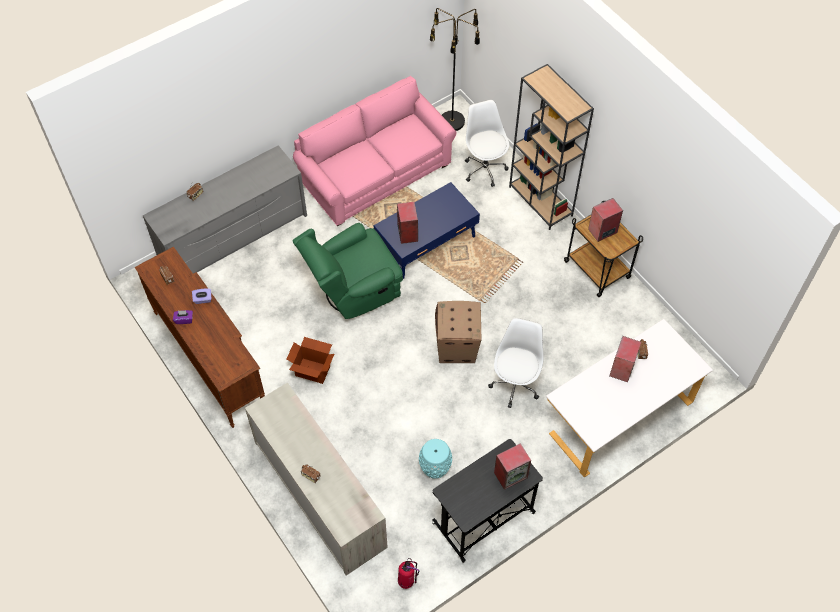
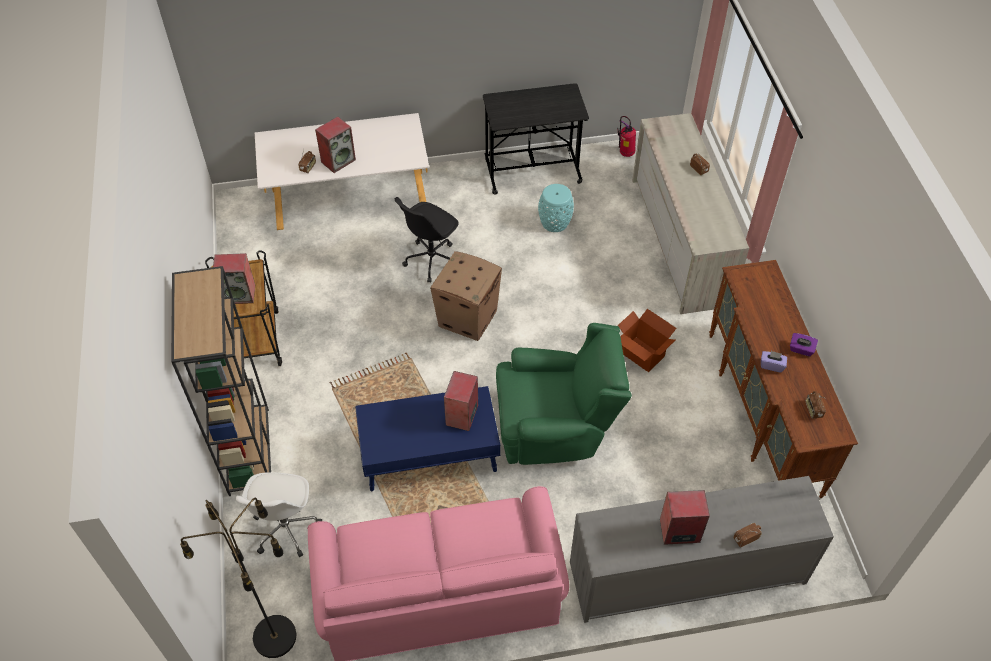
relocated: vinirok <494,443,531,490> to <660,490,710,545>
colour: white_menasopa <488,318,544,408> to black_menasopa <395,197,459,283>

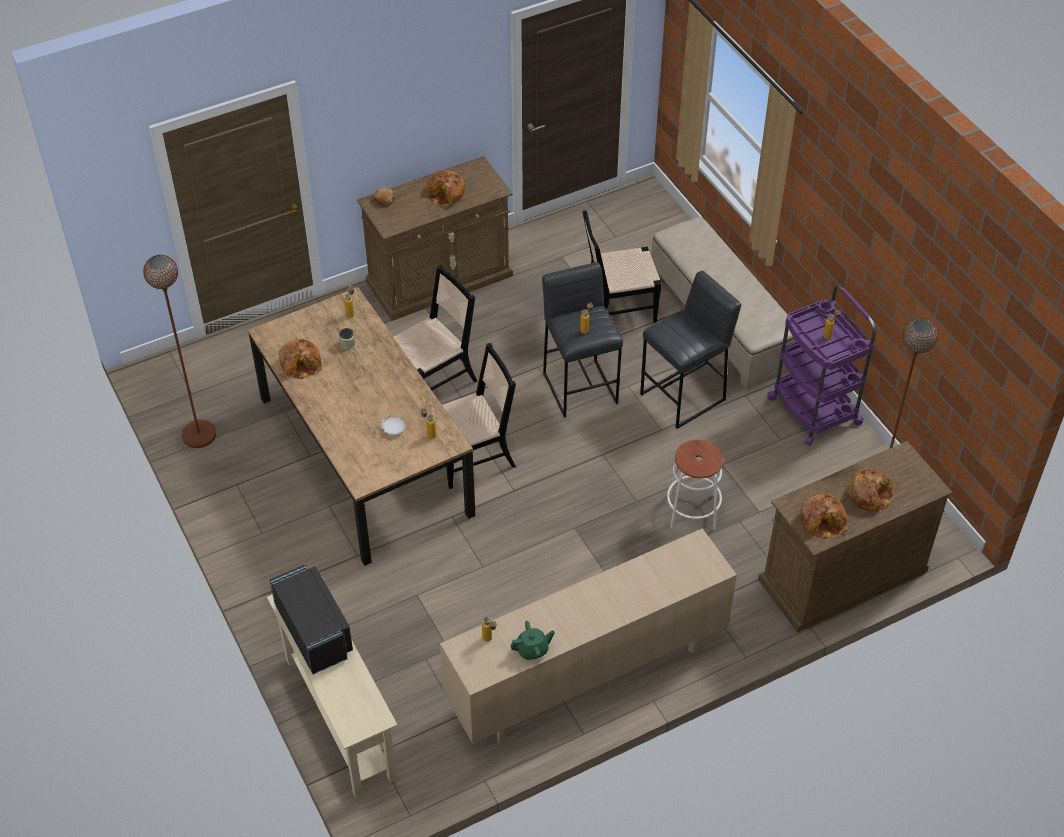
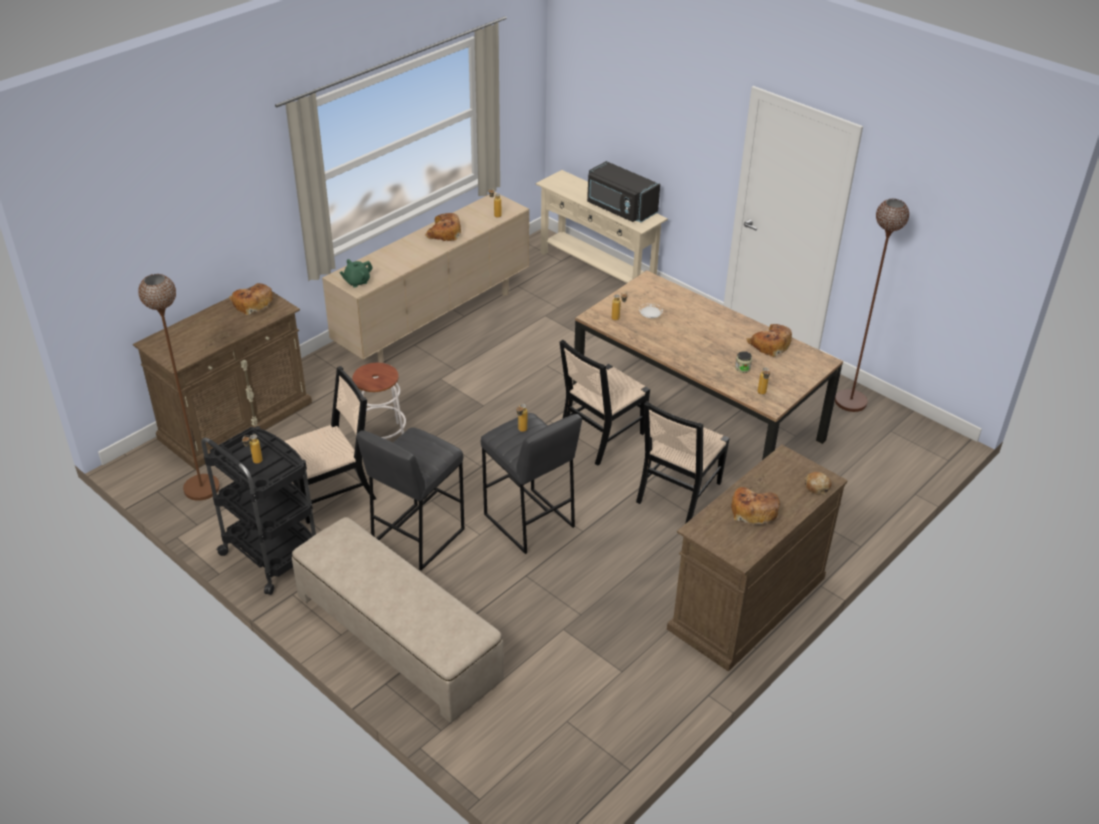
relocated: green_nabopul <511,621,555,660> to <339,259,373,288>; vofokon <582,210,661,323> to <284,366,376,524>; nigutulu <849,469,896,511> to <425,213,461,241>
colour: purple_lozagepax <767,285,876,446> to black_lozagepax <201,426,316,595>

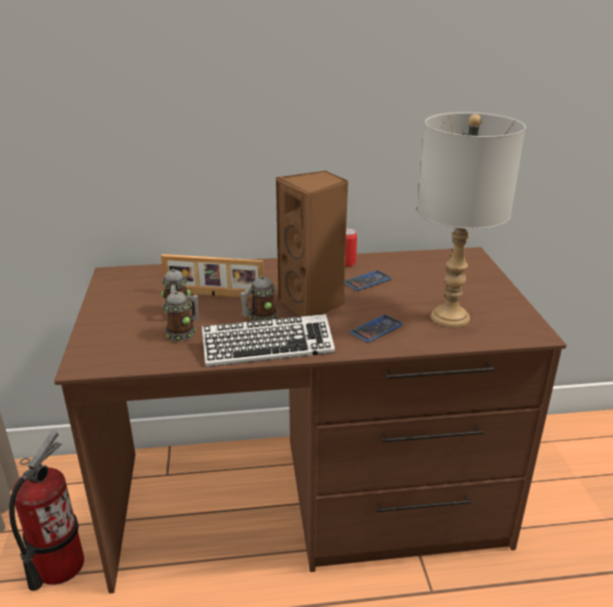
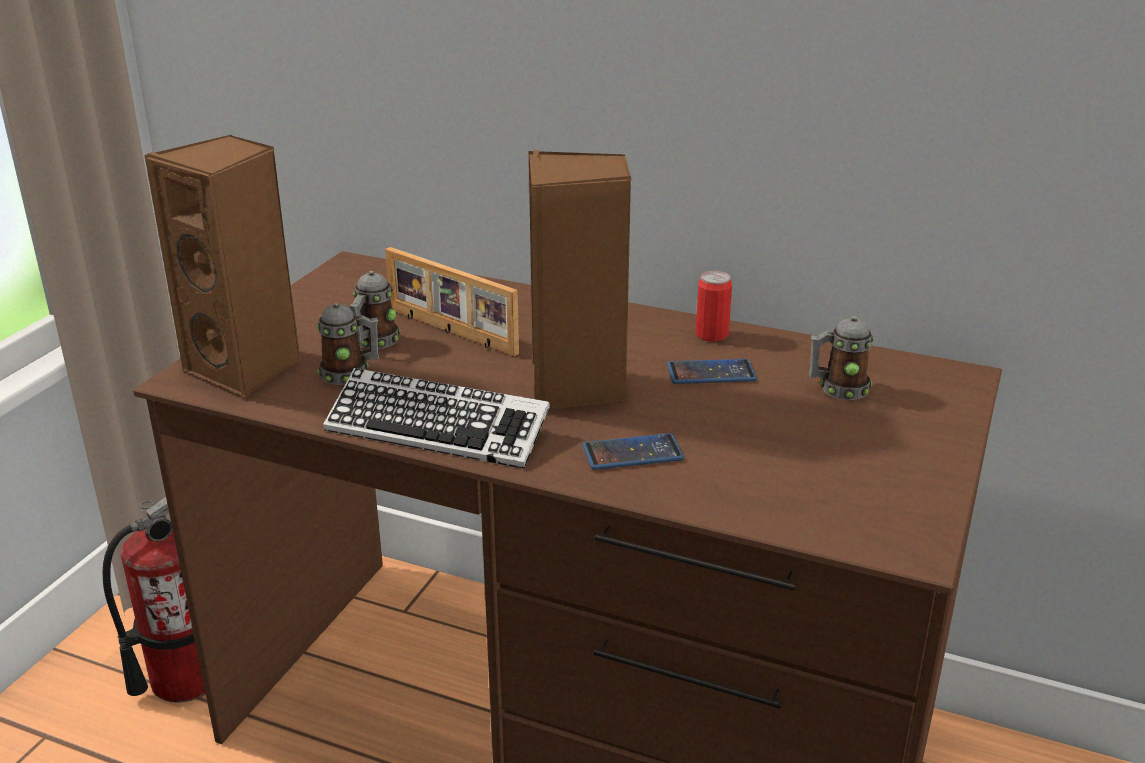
missing: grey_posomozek <417,112,526,328>
appeared: brown_vinirok <144,135,301,398>
relocated: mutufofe <240,276,278,321> to <809,316,874,400>

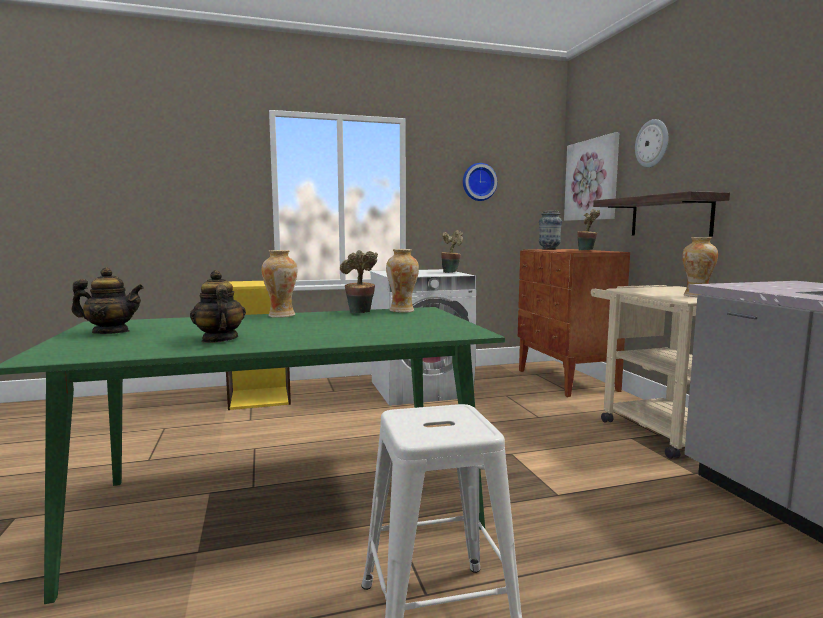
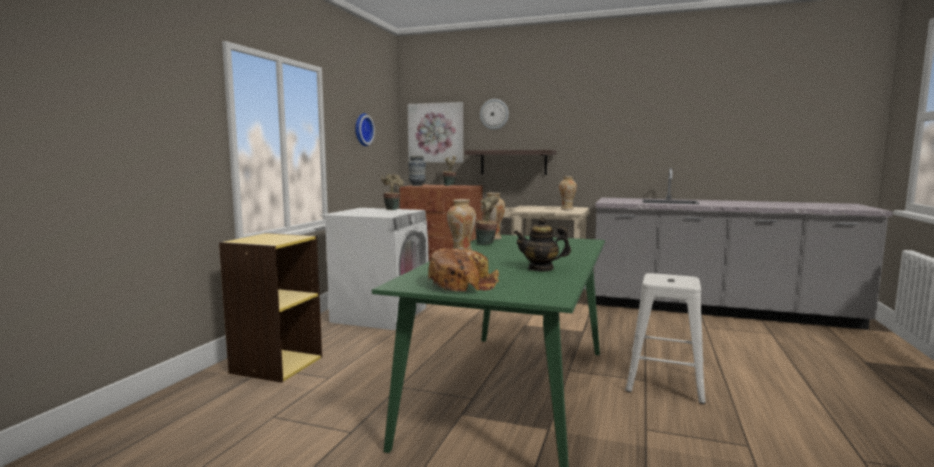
exchanged: nabopul <71,268,144,334> to nigutulu <428,248,499,291>

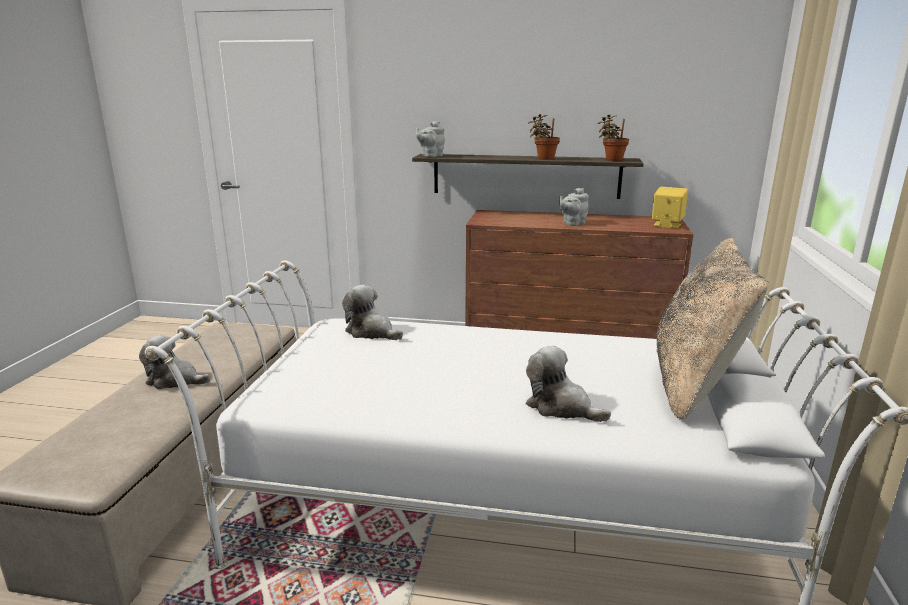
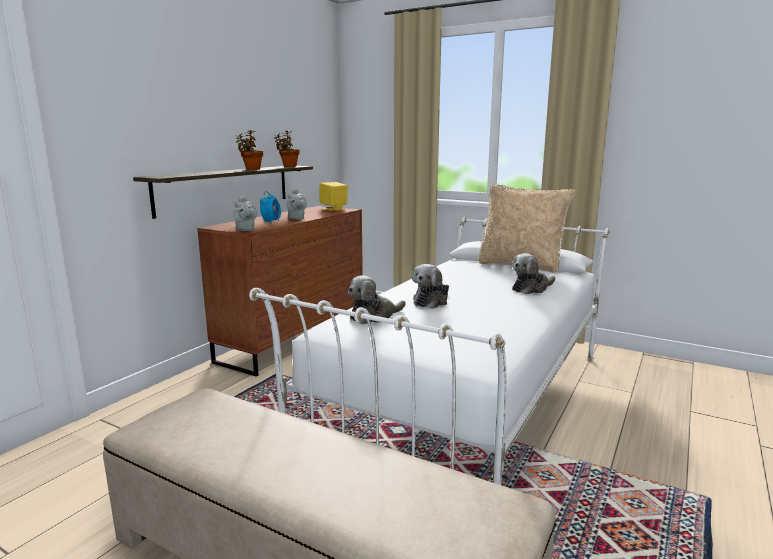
appeared: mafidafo <260,191,281,224>
relocated: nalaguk <139,335,210,389> to <412,264,449,309>; grey_nabopul <416,121,445,157> to <233,196,257,231>

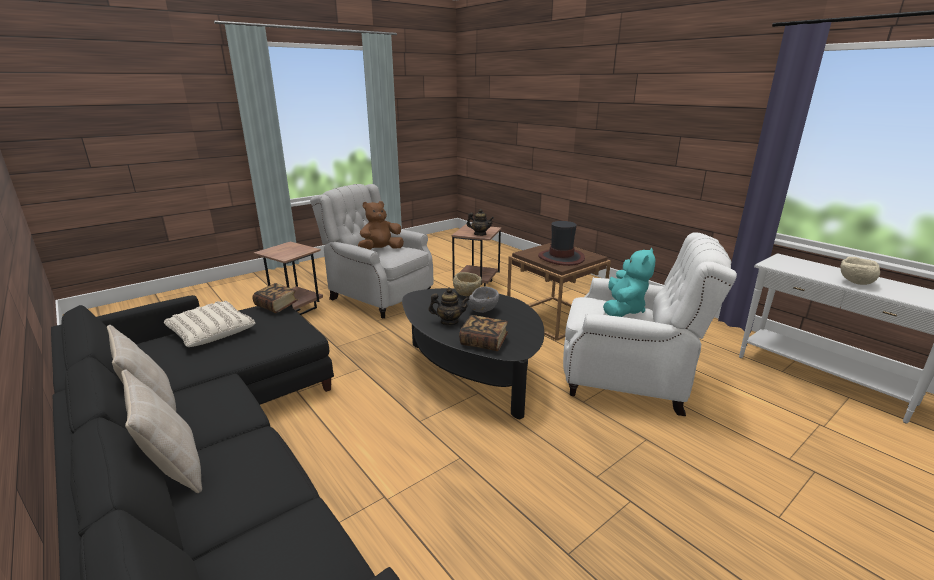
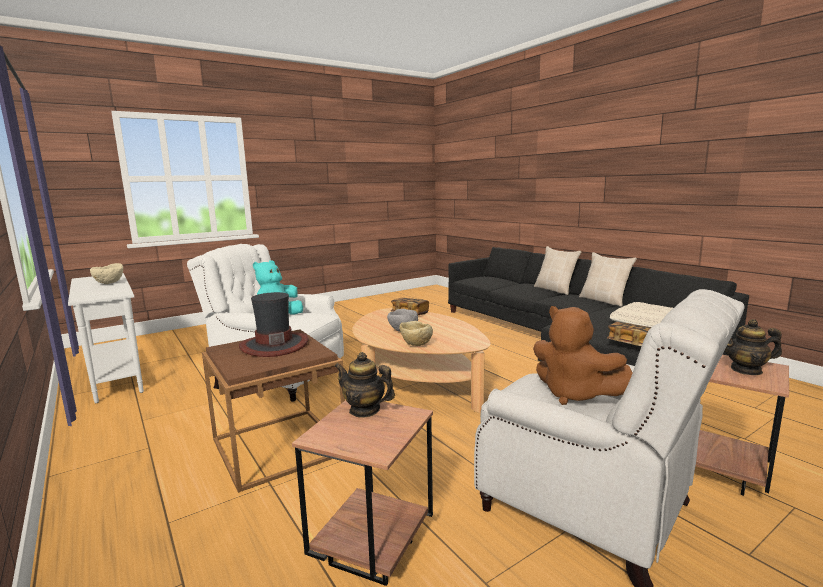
relocated: nabopul <429,288,470,325> to <724,319,782,375>
colour: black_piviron <402,288,544,419> to beige_piviron <352,308,491,413>
spun: brown_nalaguk <358,201,404,250> = <533,306,632,405> 75 degrees clockwise

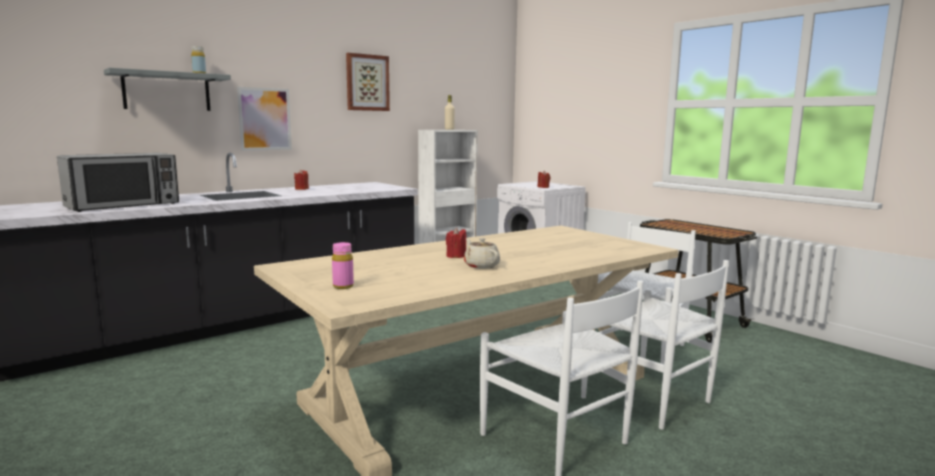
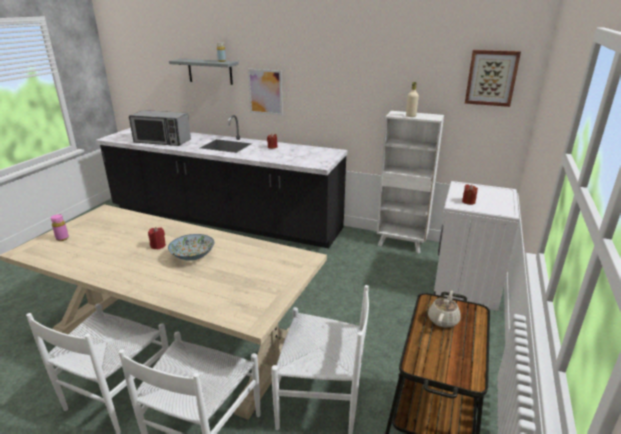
appeared: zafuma <168,234,214,261>
relocated: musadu <346,53,390,111> to <465,50,521,107>; beige_nabopul <464,238,500,269> to <428,291,460,328>

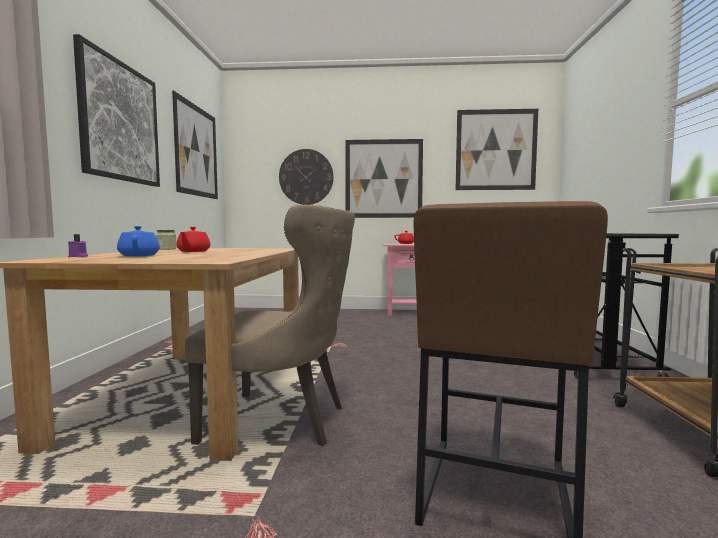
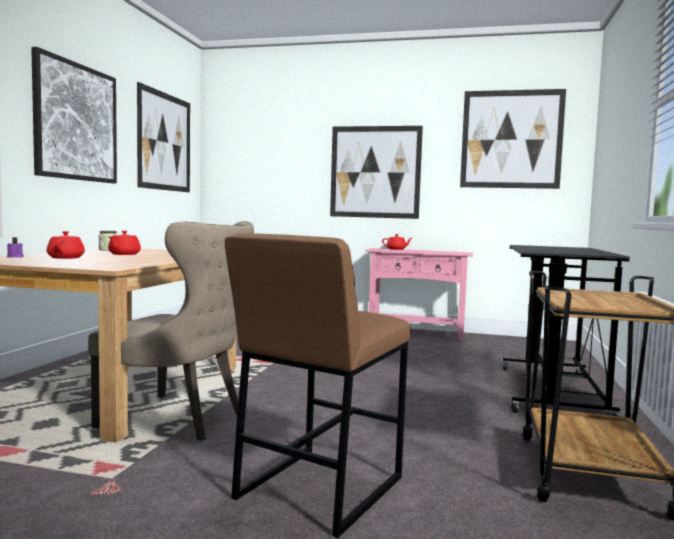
missing: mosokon <279,149,334,205>
colour: blue_nabopul <117,226,160,256> to red_nabopul <47,231,85,259>

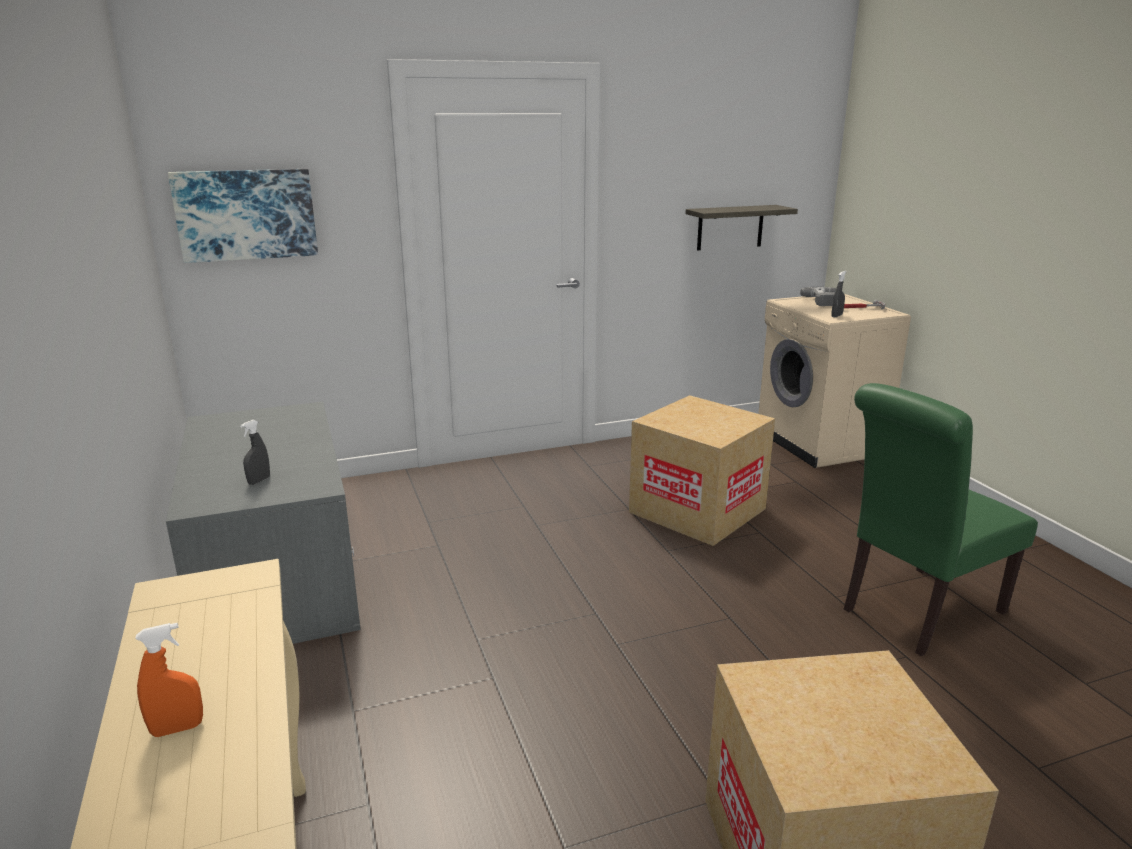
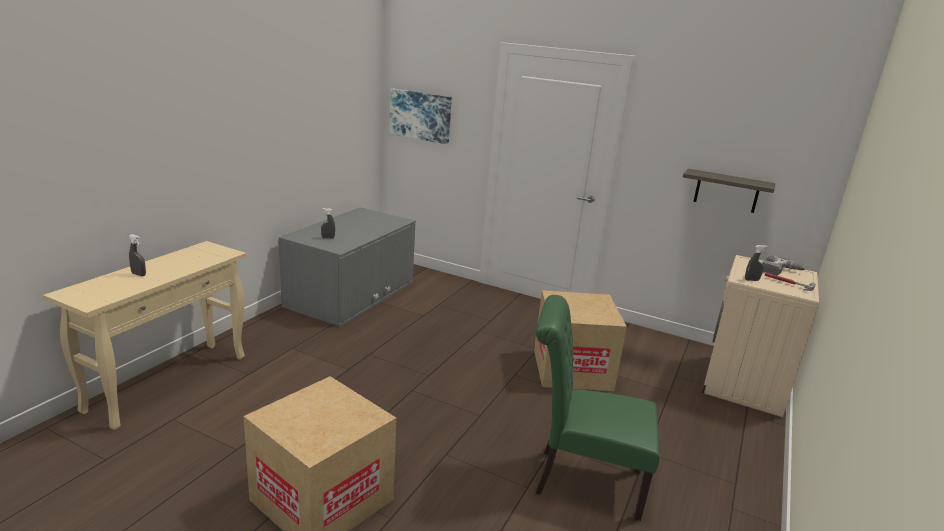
colour: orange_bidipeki <135,623,203,737> to grey_bidipeki <129,234,146,276>

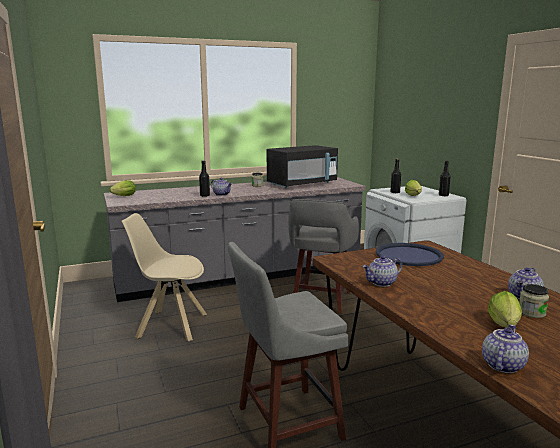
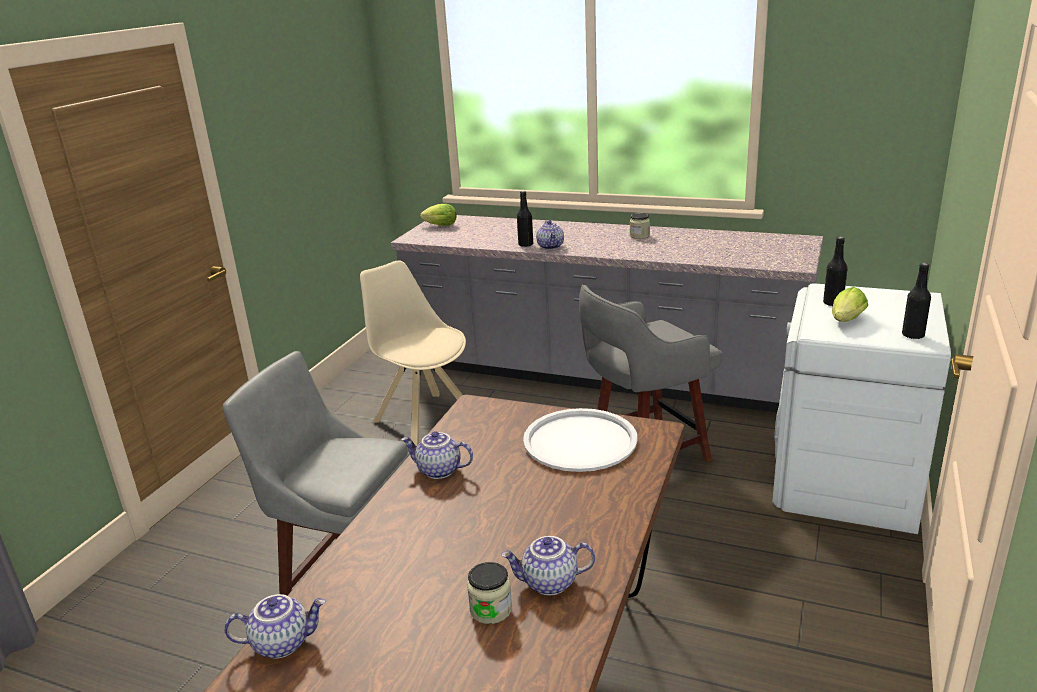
missing: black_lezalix <267,145,338,188>; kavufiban <488,291,522,327>
colour: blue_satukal <376,243,444,266> to white_satukal <523,408,638,472>

